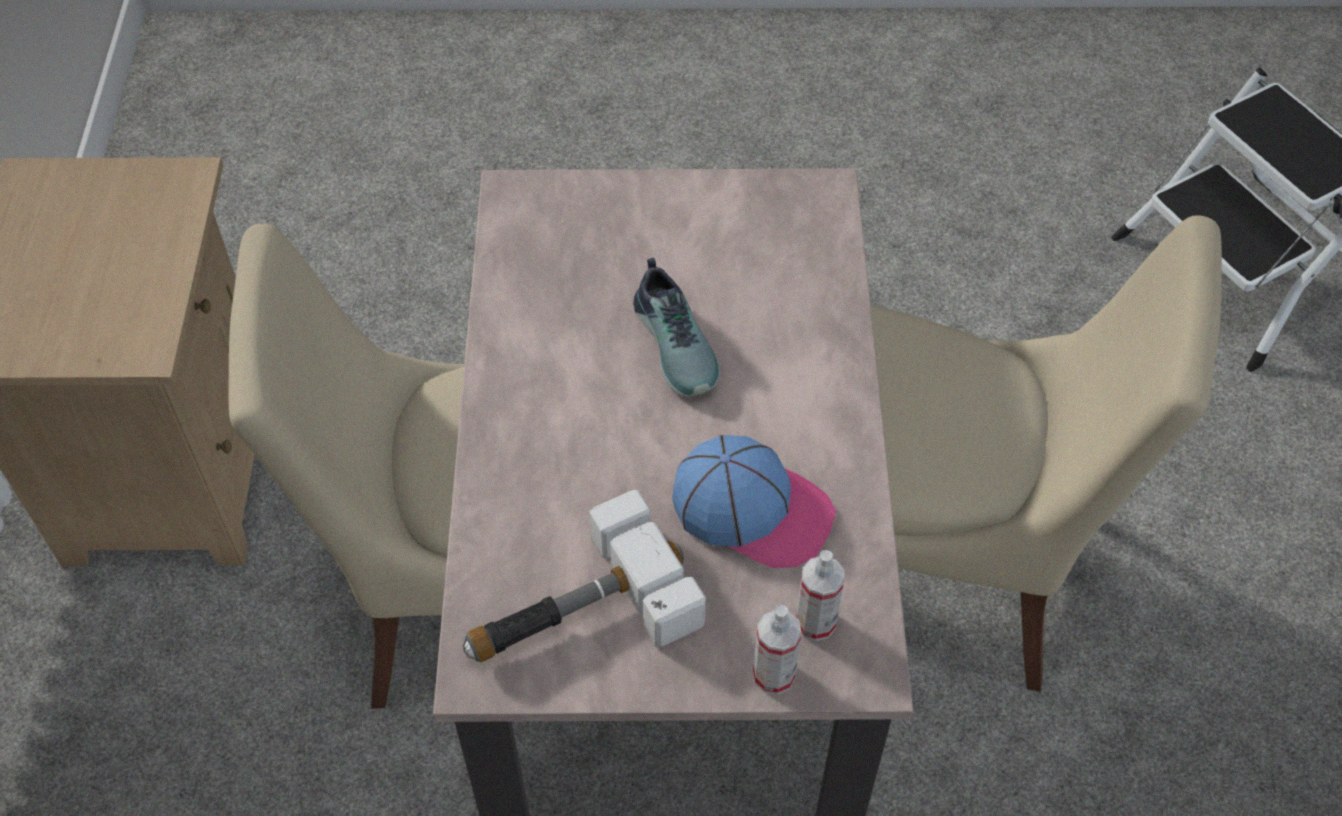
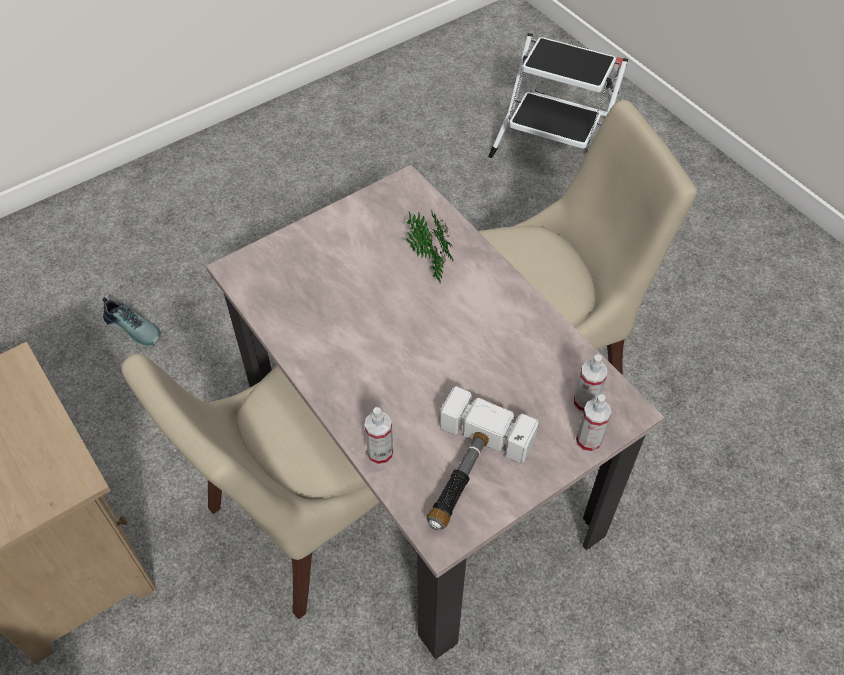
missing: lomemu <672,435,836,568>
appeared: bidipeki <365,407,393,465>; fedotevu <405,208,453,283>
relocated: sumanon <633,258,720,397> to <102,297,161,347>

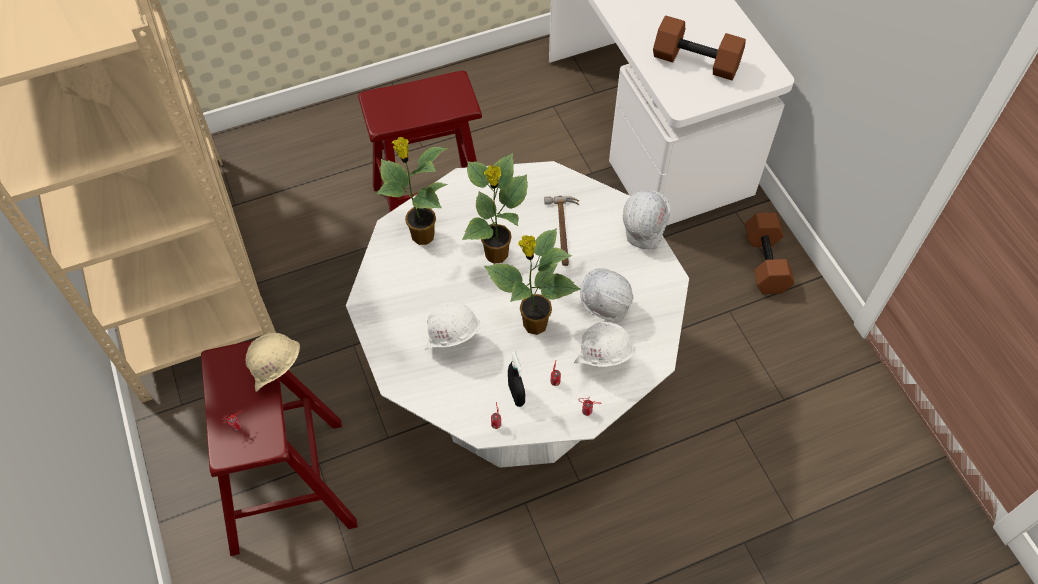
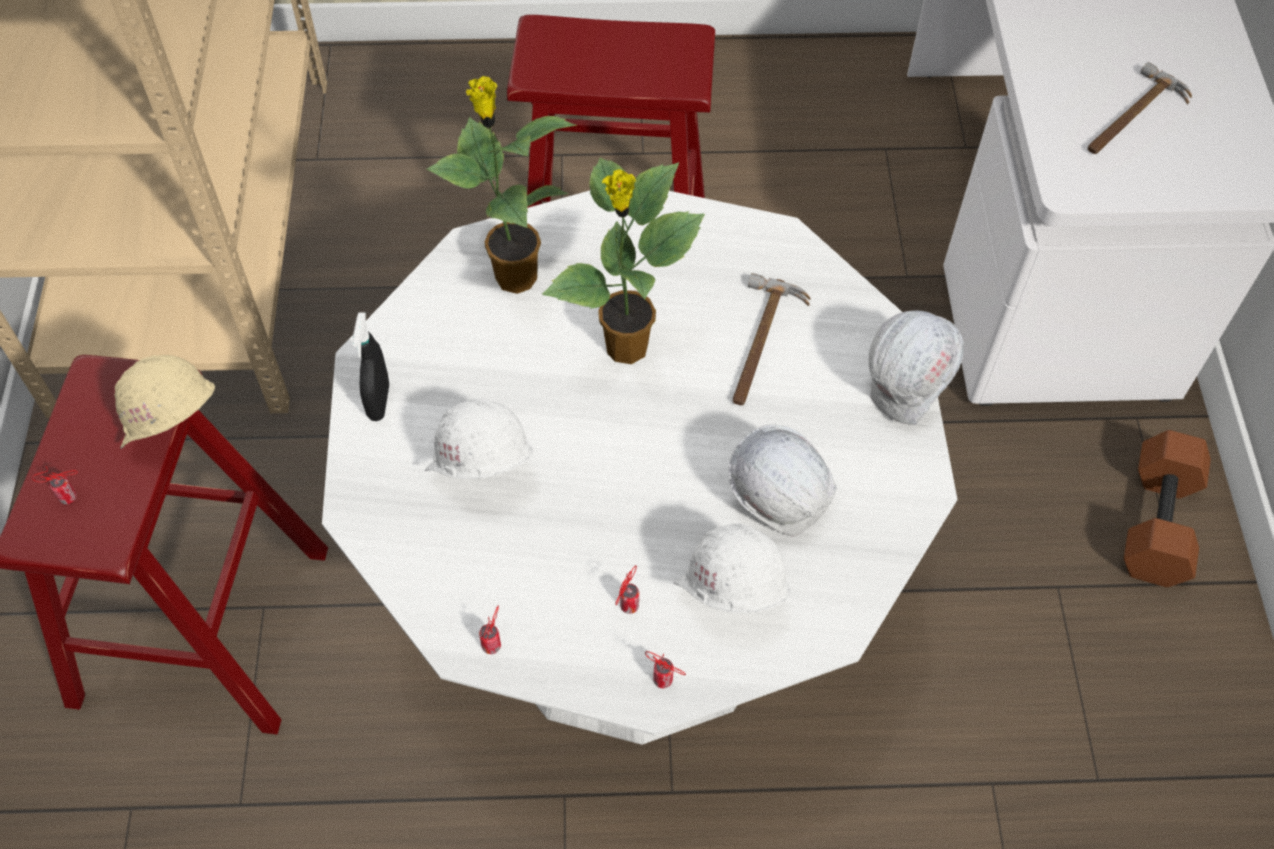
missing: fedotevu <484,228,581,335>
relocated: black_bidipeki <508,351,525,407> to <353,312,389,421>
exchanged: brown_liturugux <653,16,746,80> to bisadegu <1088,62,1192,154>

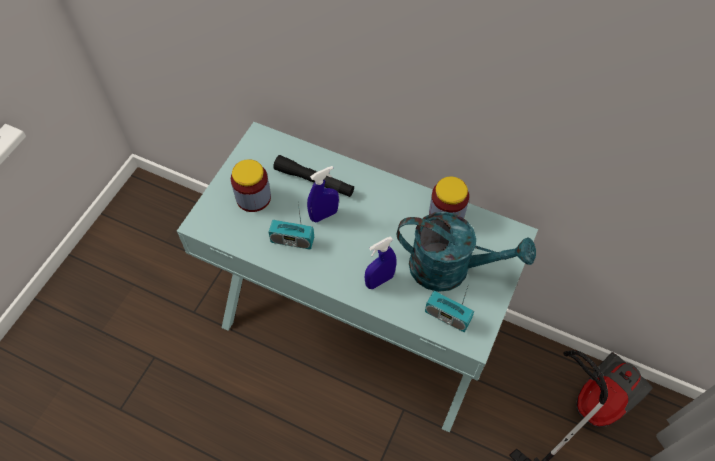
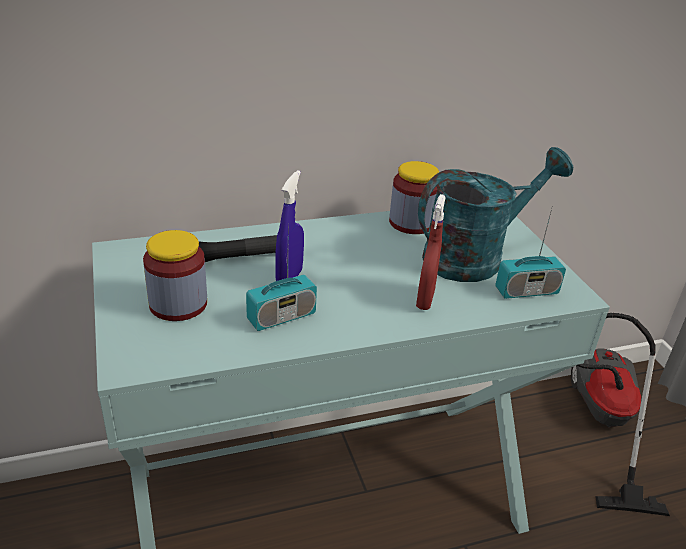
colour: blue_bidipeki <365,236,396,289> to red_bidipeki <416,194,445,310>

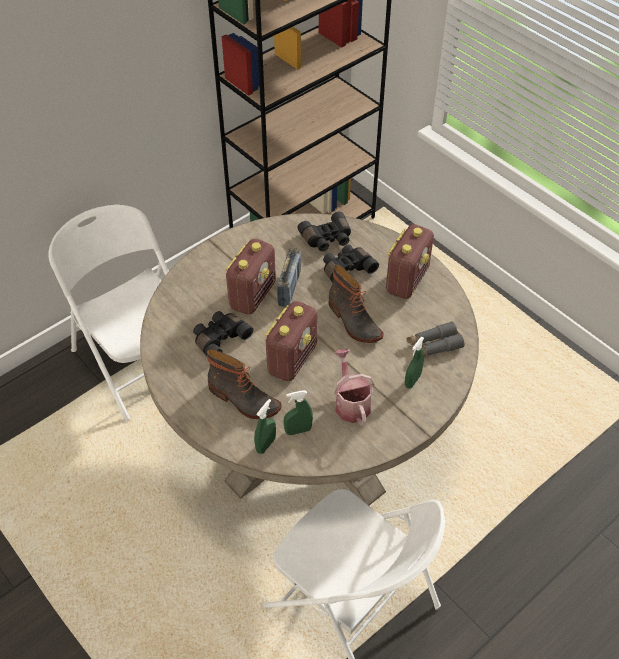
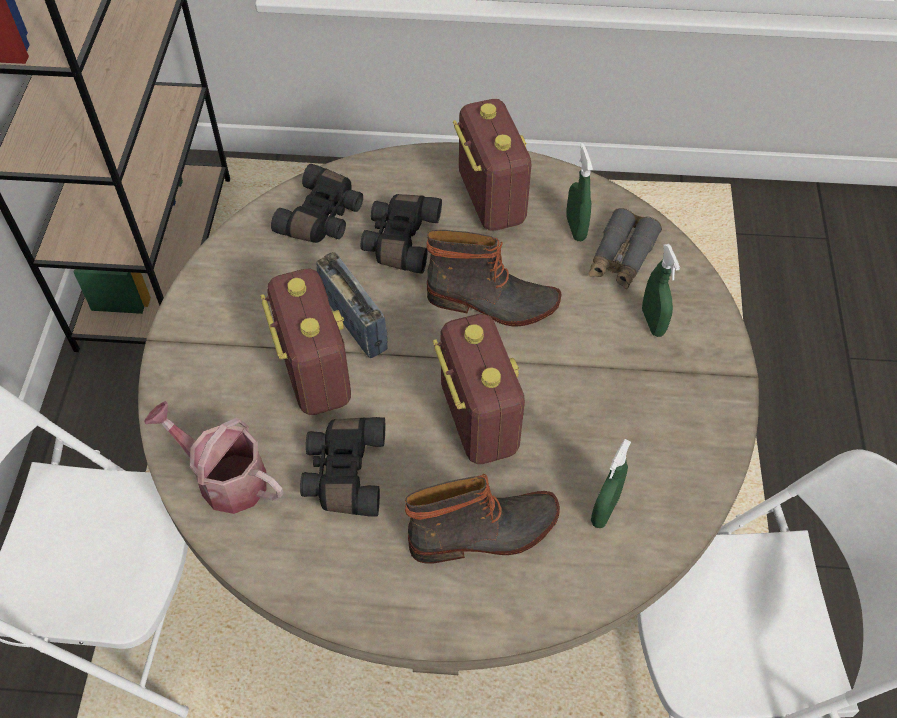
relocated: green_bidipeki <254,399,276,454> to <566,143,593,241>; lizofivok <334,349,375,426> to <144,401,283,514>

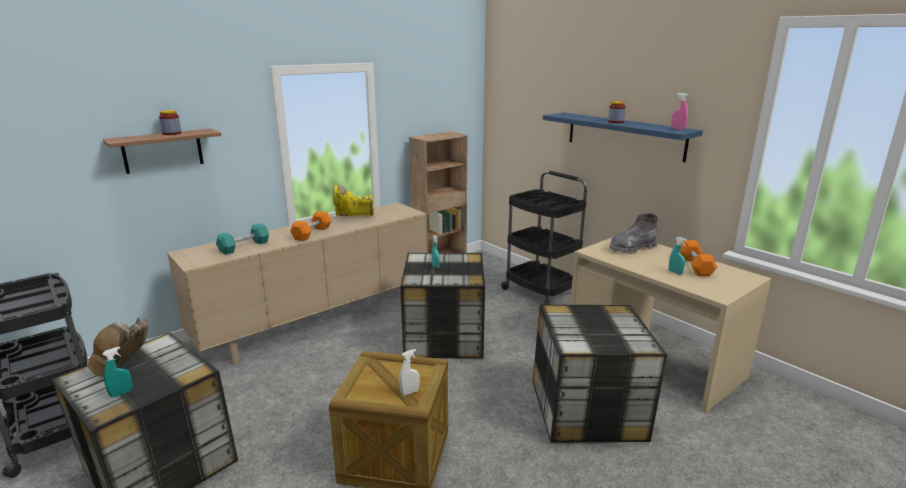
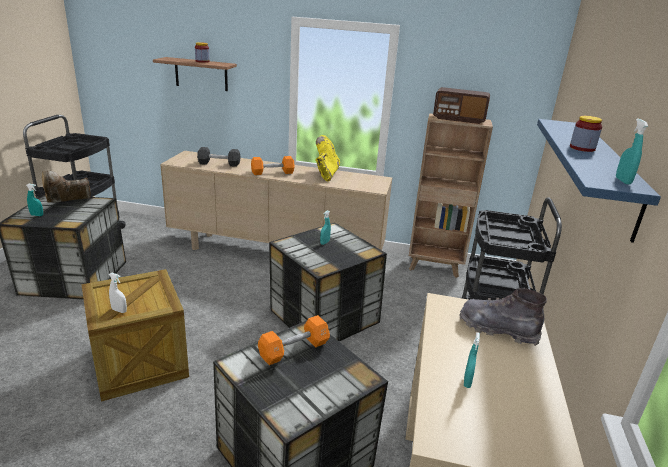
appeared: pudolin <433,87,490,124>
relocated: orange_liturugux <680,240,717,276> to <258,315,330,365>
colour: turquoise_liturugux <216,223,269,255> to black_liturugux <197,147,241,167>; pink_bidipeki <671,93,688,130> to turquoise_bidipeki <616,119,648,184>
spun: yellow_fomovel <333,185,374,216> = <315,135,340,181> 60 degrees clockwise

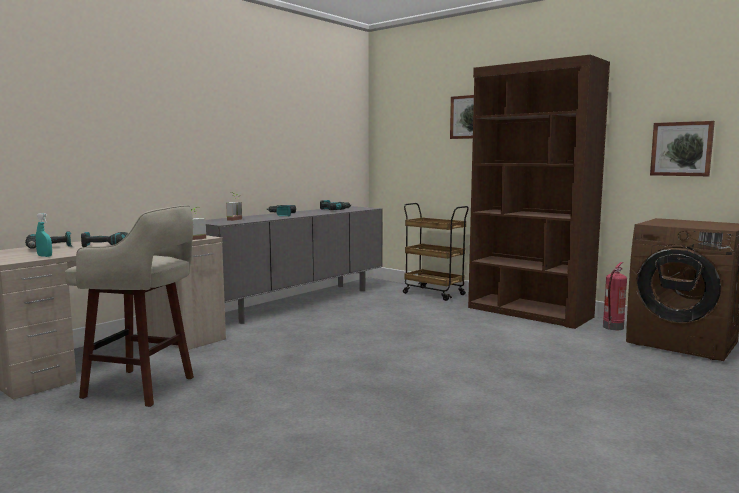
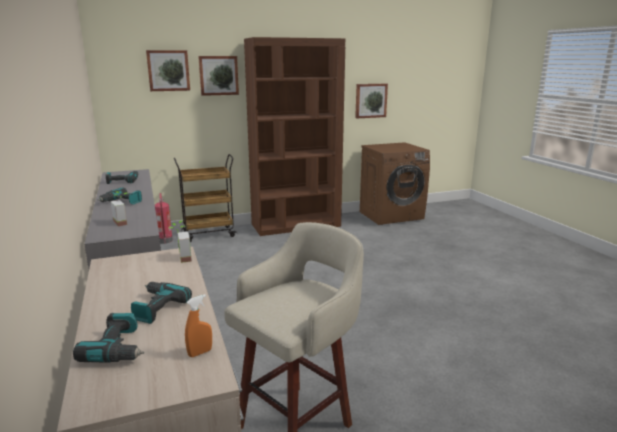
appeared: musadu <146,50,190,91>
relocated: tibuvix <603,262,627,330> to <155,193,173,244>
colour: turquoise_bidipeki <36,213,52,257> to orange_bidipeki <185,294,212,357>

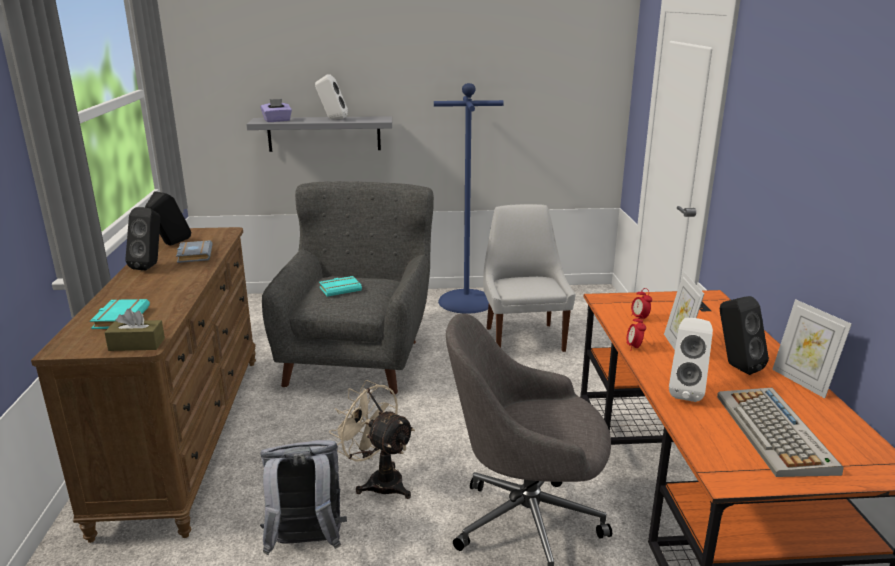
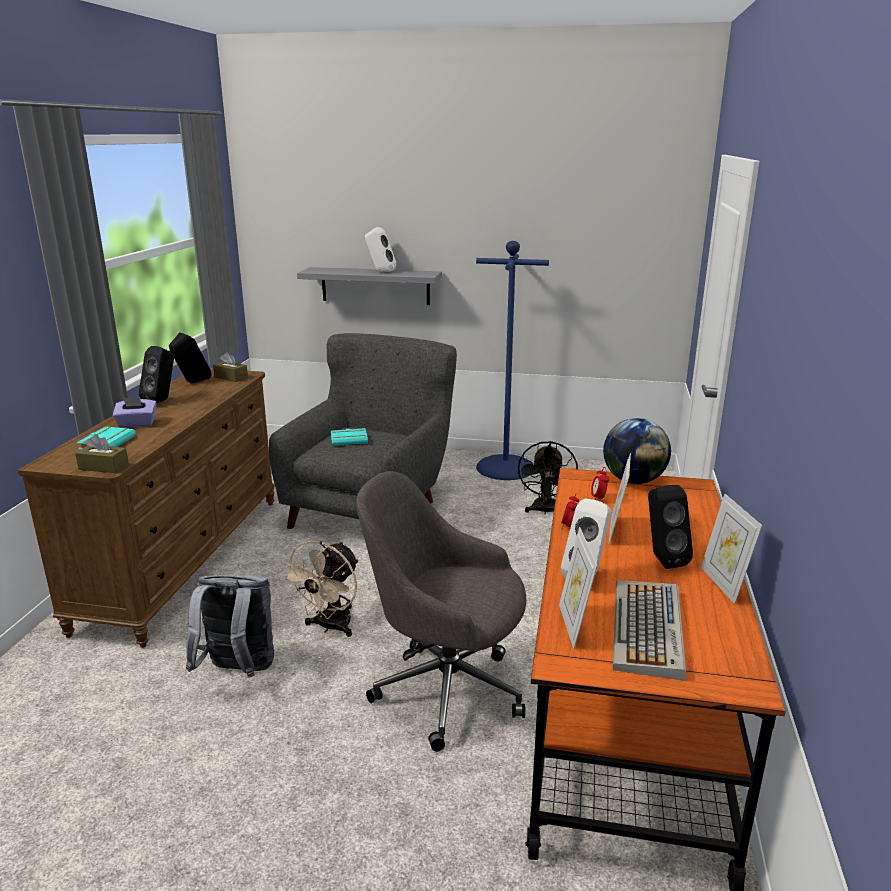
missing: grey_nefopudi <176,240,213,263>
appeared: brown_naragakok <213,352,248,382>; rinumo <559,527,597,649>; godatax <603,418,671,484>
relocated: purple_naragakok <260,99,292,122> to <113,397,156,428>
exchanged: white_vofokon <483,204,575,352> to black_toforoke <518,441,578,515>
spun: beige_toforoke <329,380,415,499> = <280,541,358,637> 120 degrees counterclockwise

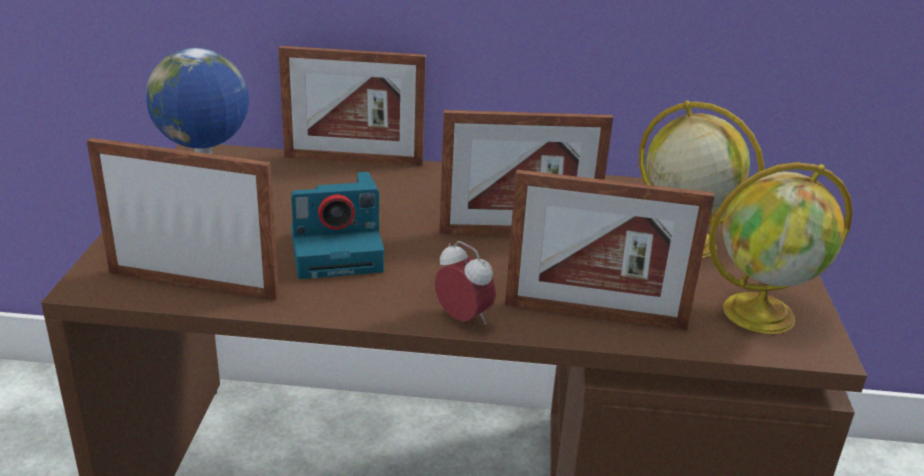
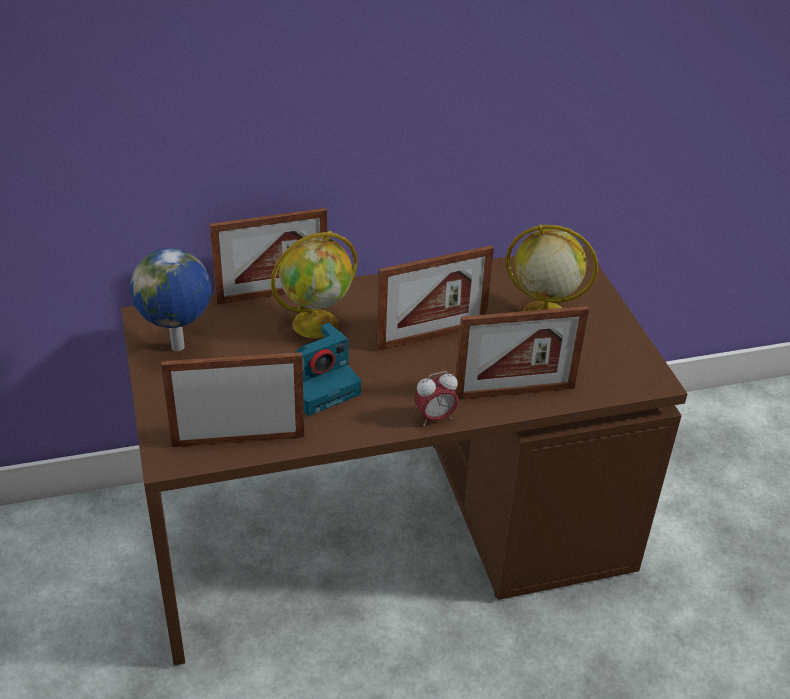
relocated: godatax <709,162,853,334> to <271,231,358,339>
spun: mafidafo <435,241,496,325> = <414,371,459,426> 135 degrees clockwise

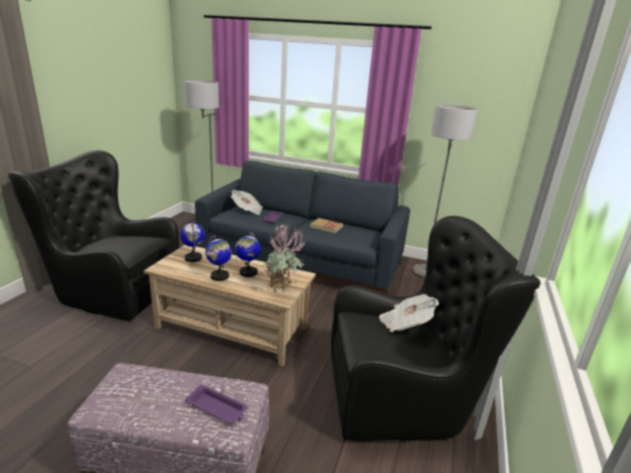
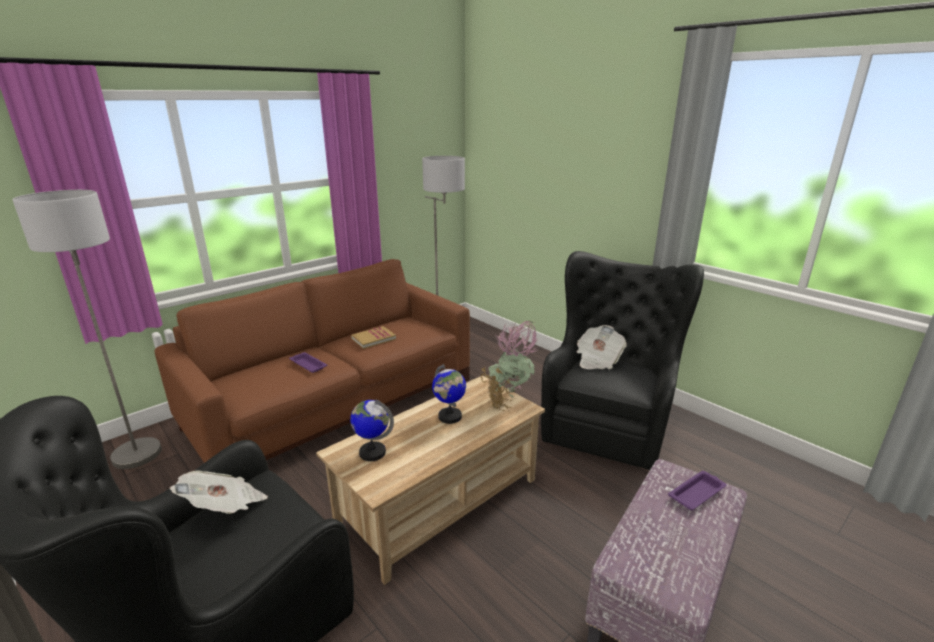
missing: godatax <205,235,232,281>
relocated: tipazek <231,190,263,215> to <170,470,268,514>
colour: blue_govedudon <195,161,410,294> to brown_govedudon <155,259,470,463>

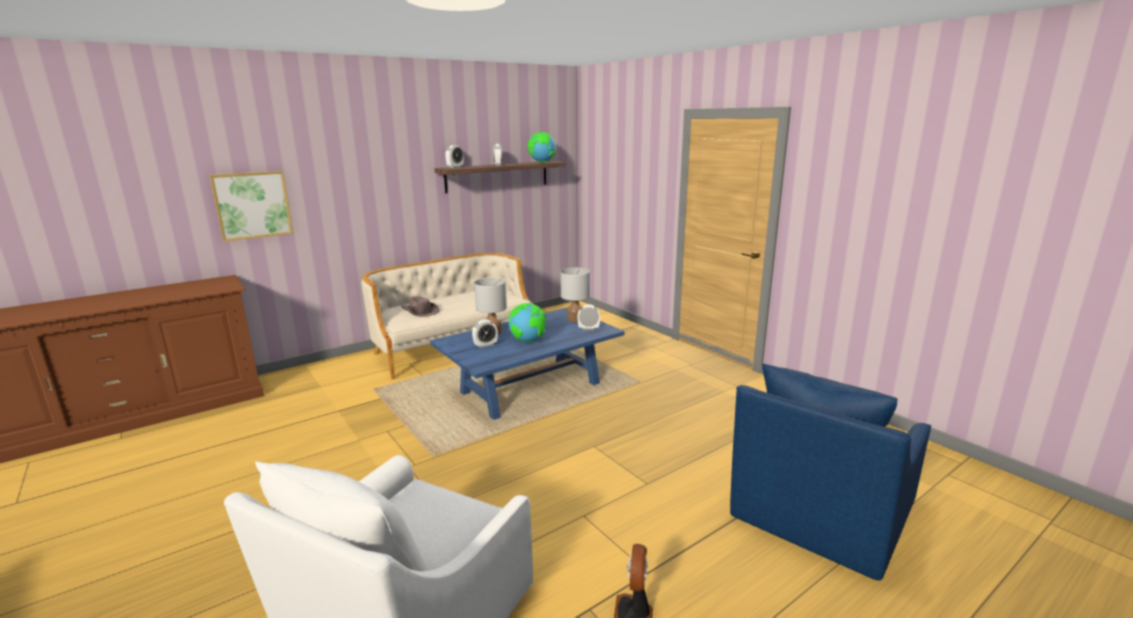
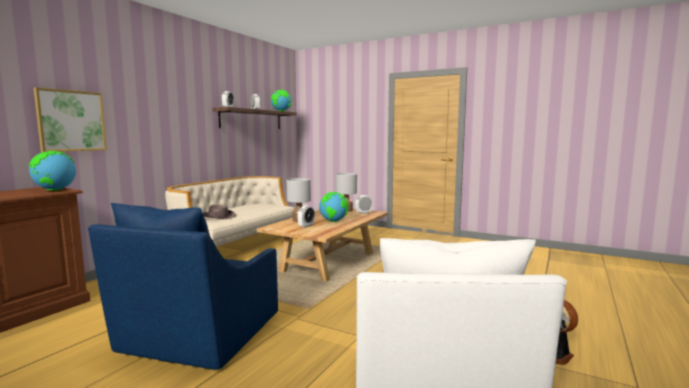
appeared: godatax <29,151,76,191>
relocated: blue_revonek <730,363,931,581> to <88,203,278,370>
colour: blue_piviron <430,307,625,420> to beige_piviron <257,209,388,282>

